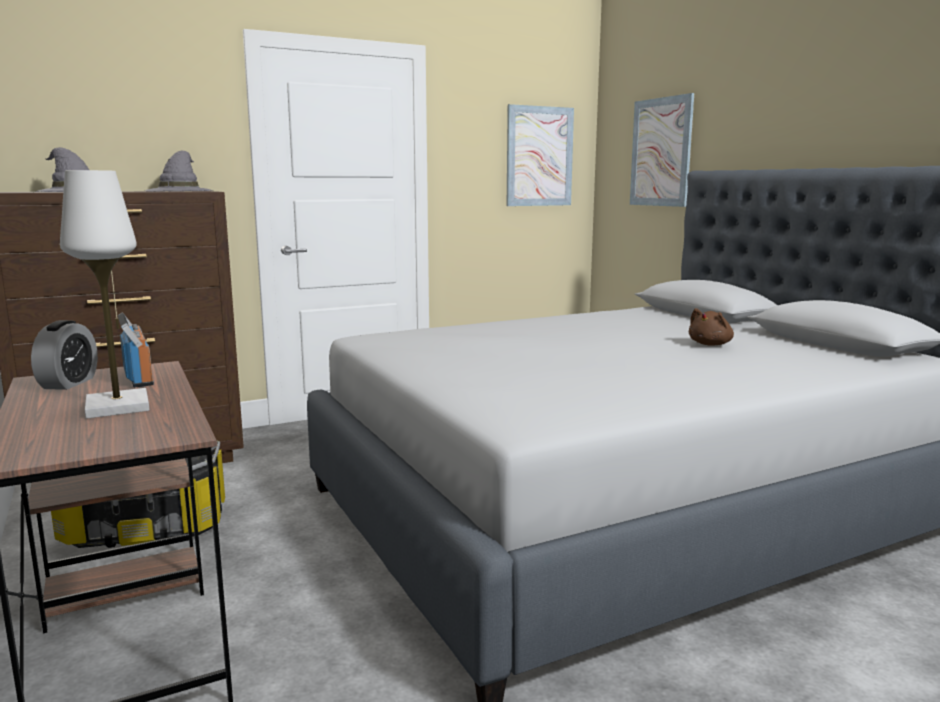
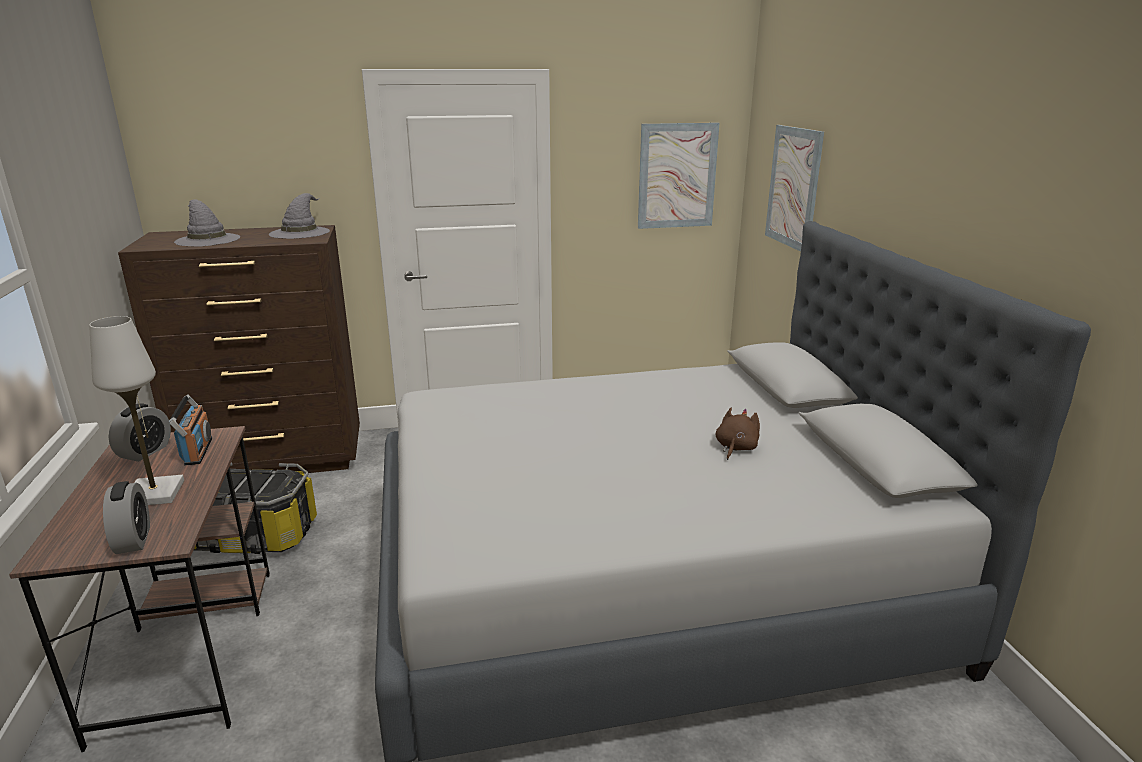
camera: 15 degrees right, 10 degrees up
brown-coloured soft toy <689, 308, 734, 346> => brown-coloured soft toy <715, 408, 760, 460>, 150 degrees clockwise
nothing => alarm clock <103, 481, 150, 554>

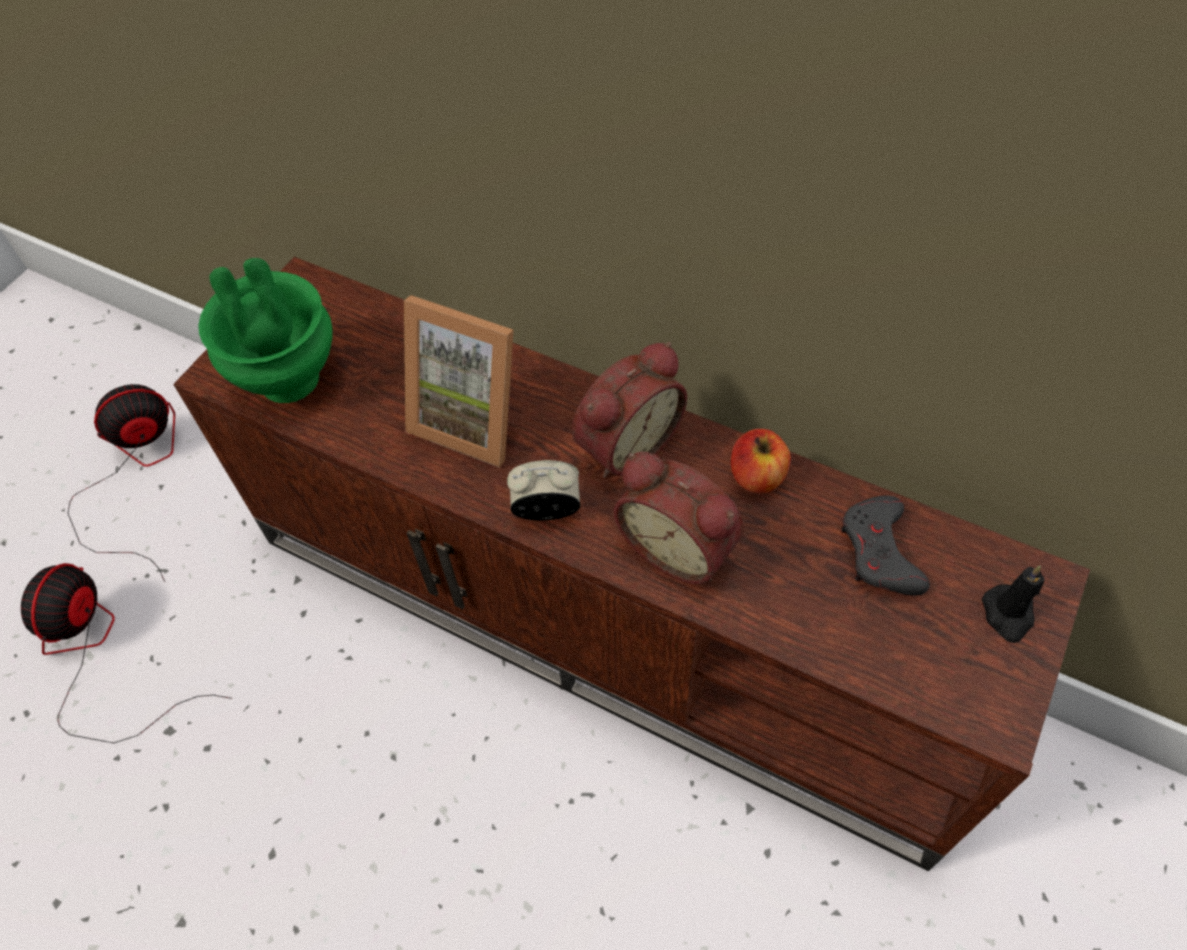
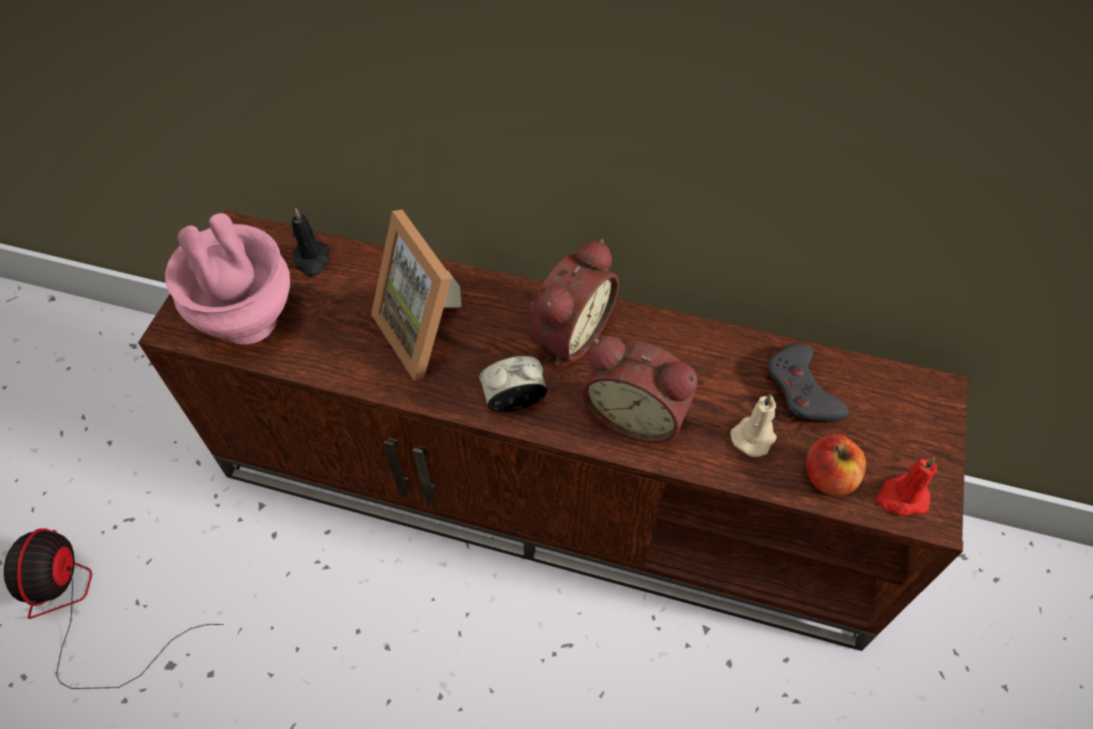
camera: 15 degrees left, 0 degrees up
green-coloured vase <198, 258, 332, 403> => pink-coloured vase <165, 213, 290, 344>
picture frame <404, 295, 514, 467> => picture frame <371, 210, 461, 381>, 45 degrees clockwise
electric fan <68, 384, 175, 582> => nothing
apple <731, 429, 791, 493> => apple <806, 434, 866, 496>, moved
blackish wax candle <982, 565, 1045, 643> => blackish wax candle <291, 208, 330, 277>, moved
nothing => sand-coloured wax candle <731, 394, 777, 457>
nothing => red-coloured wax candle <876, 457, 937, 516>

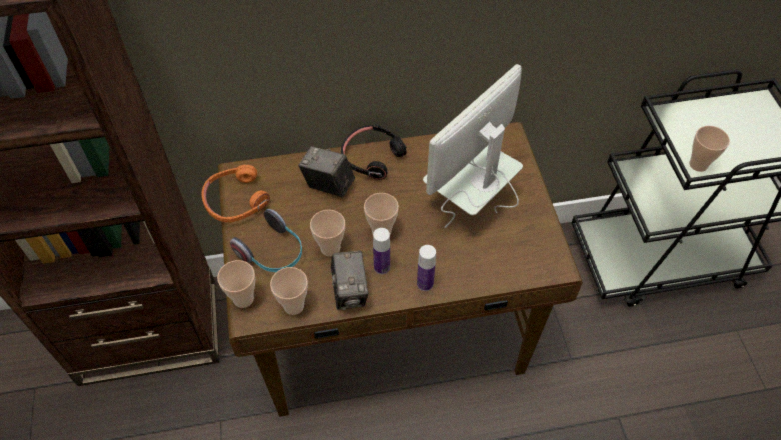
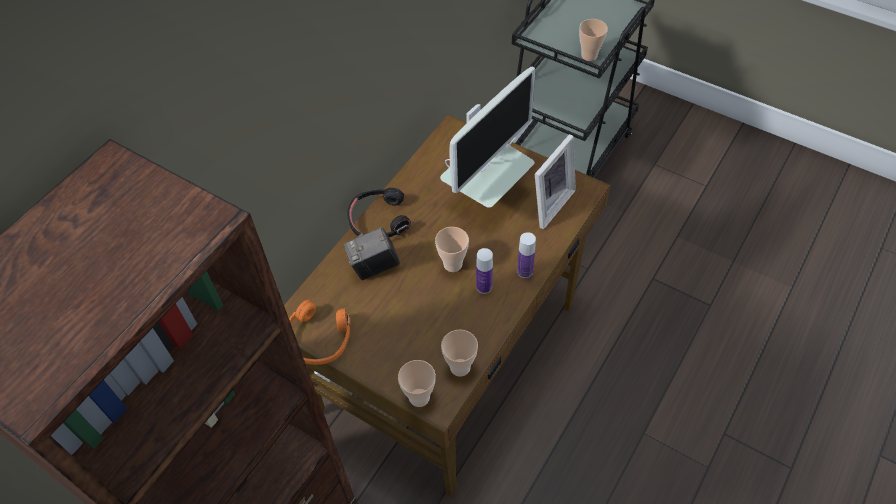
camera: 45 degrees left, 0 degrees up
computer screen <423, 64, 523, 228> => computer screen <440, 67, 536, 208>, 135 degrees counterclockwise
headphones <230, 209, 302, 272> => nothing
drinking cup <310, 210, 345, 257> => nothing
still camera <331, 250, 368, 310> => nothing
nothing => picture frame <535, 134, 576, 229>

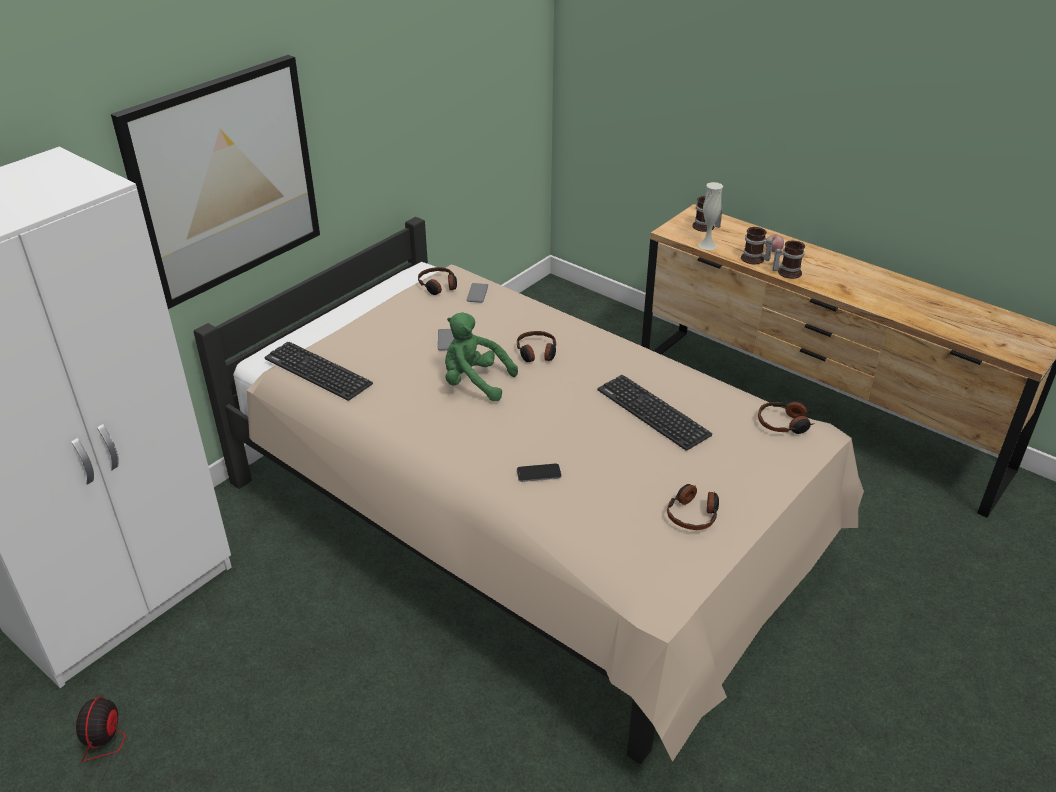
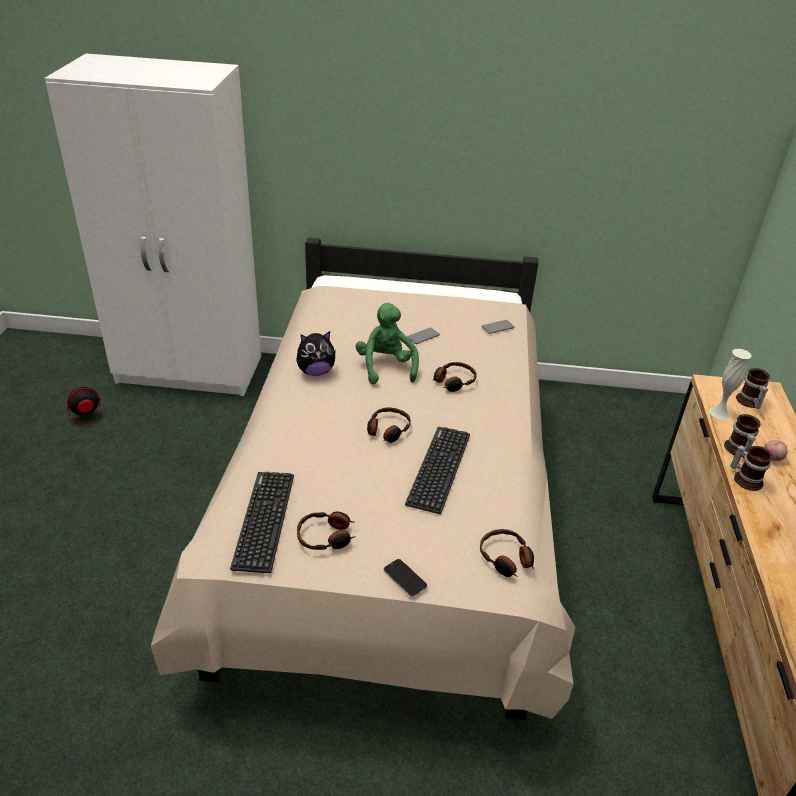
camera: 55 degrees right, 0 degrees up
picture <111, 55, 320, 309> => nothing
headphones <418, 267, 457, 295> => headphones <367, 407, 411, 443>, moved
keyboard <265, 342, 373, 401> => keyboard <230, 472, 294, 573>, moved
telephone <517, 464, 561, 482> => telephone <384, 559, 427, 597>, moved
nothing => soft toy <296, 331, 336, 376>

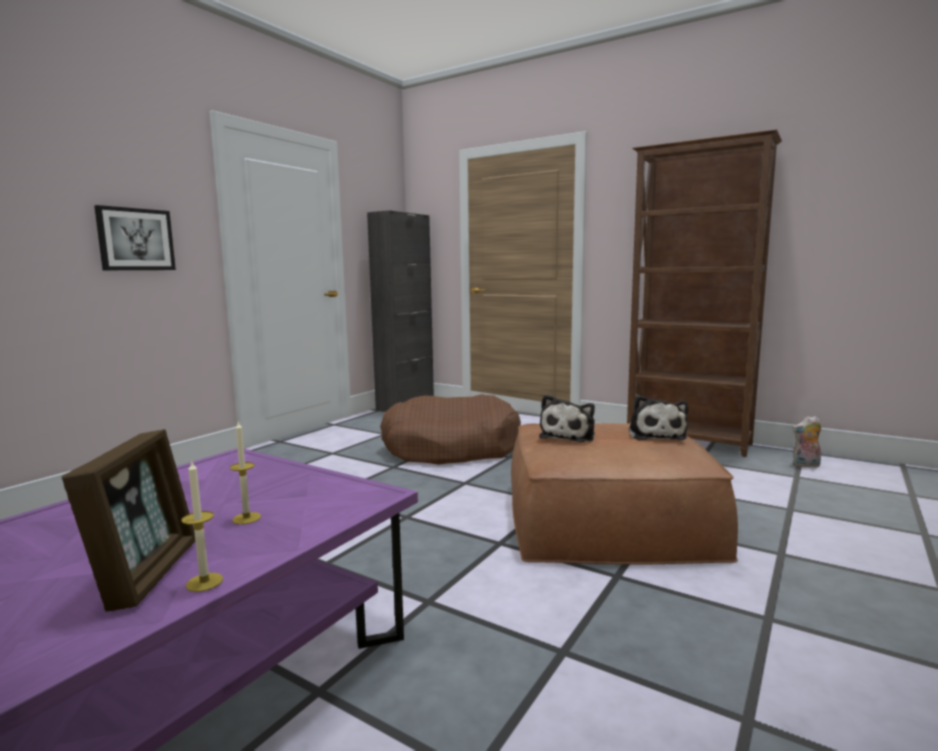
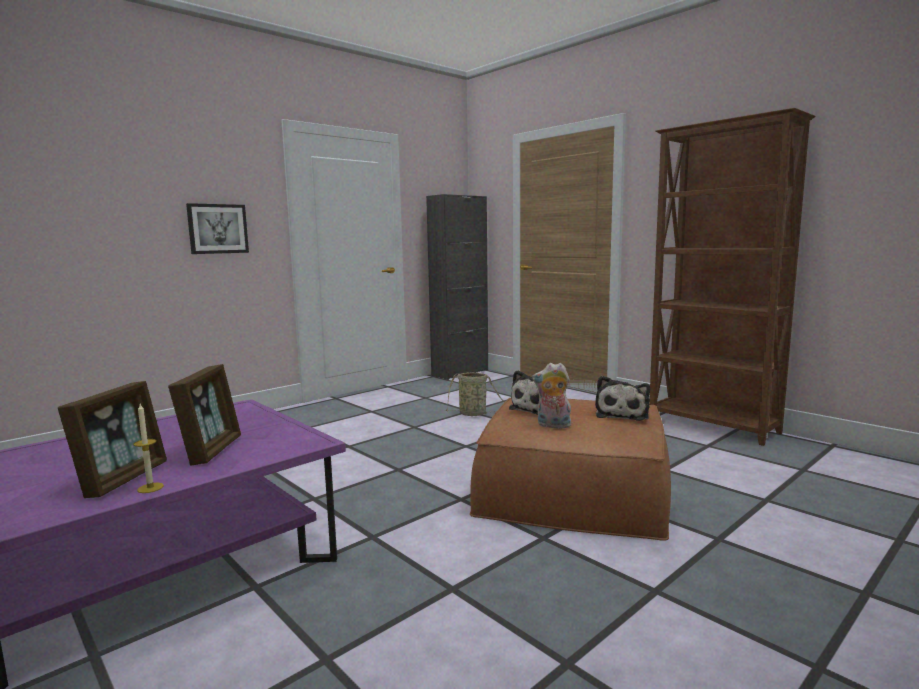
camera: 15 degrees right, 0 degrees up
brown-coloured dog cushion <380, 394, 521, 465> => storage basket <445, 372, 505, 416>
soft toy <793, 416, 821, 467> => soft toy <532, 363, 571, 428>, moved
wax candle <230, 422, 261, 524> => picture frame <168, 364, 241, 466>

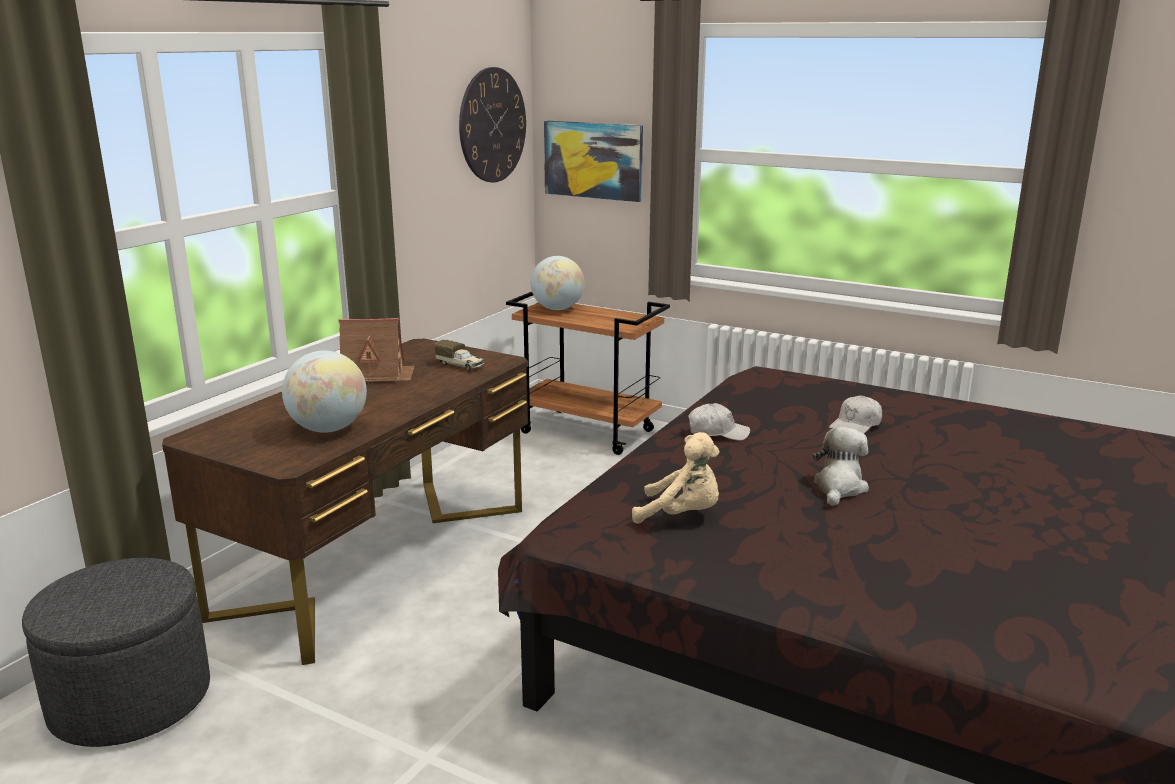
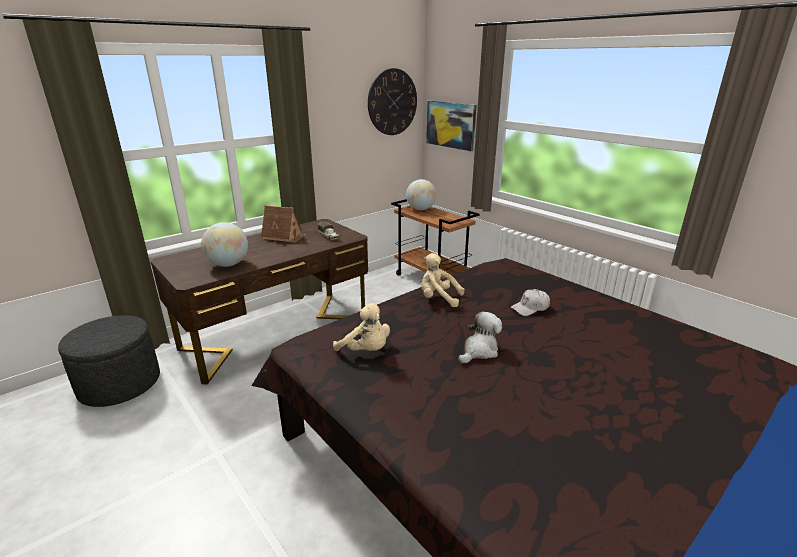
camera: 20 degrees right, 5 degrees up
whitish peaked cap <688, 403, 750, 441> => sand-coloured soft toy <421, 253, 465, 307>

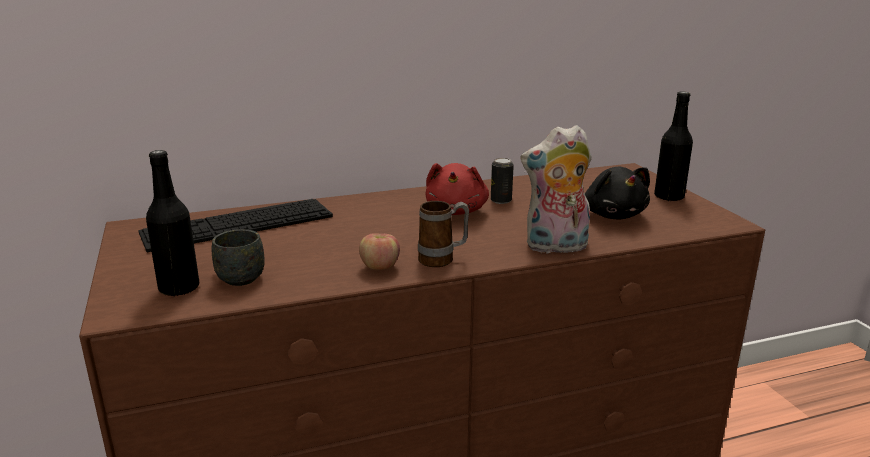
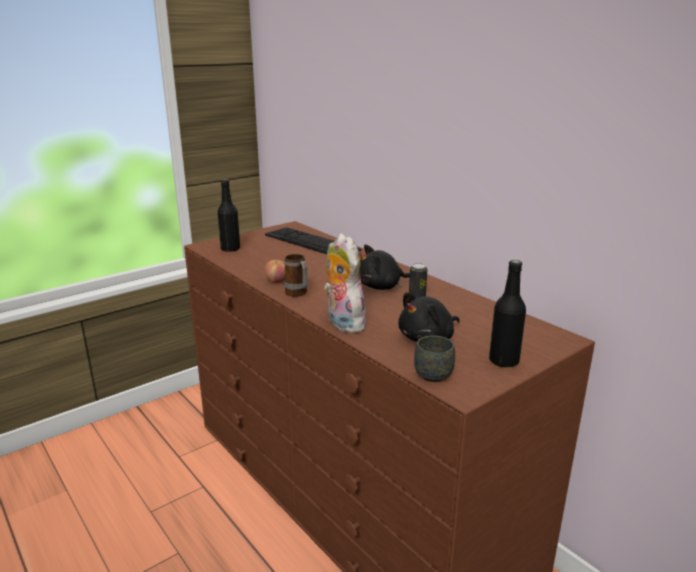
camera: 70 degrees right, 0 degrees up
red-coloured soft toy <426, 163, 489, 215> => blackish soft toy <359, 245, 410, 290>
grey coffee mug <212, 229, 265, 286> => grey coffee mug <414, 335, 455, 382>, moved

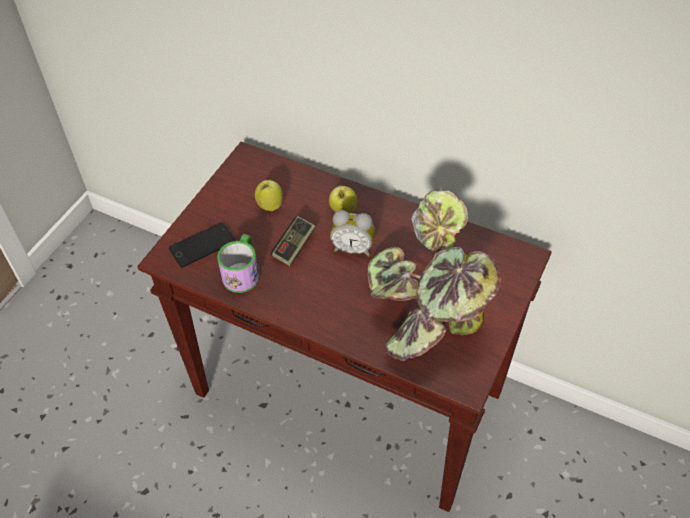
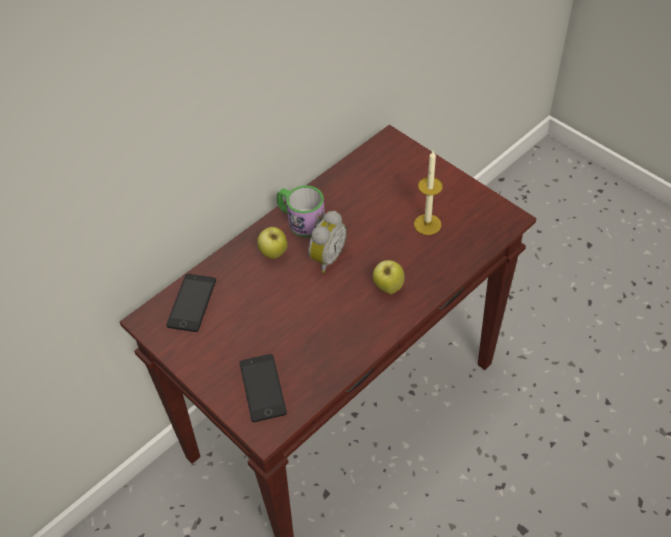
camera: 70 degrees left, 0 degrees up
apple <255, 180, 283, 211> => apple <373, 260, 405, 294>, moved
houseplant <368, 190, 501, 361> => wax candle <414, 151, 443, 235>
gamepad <271, 216, 316, 266> => nothing
coffee mug <217, 234, 259, 293> => coffee mug <277, 185, 325, 237>, moved
nothing => telephone <166, 274, 216, 332>

